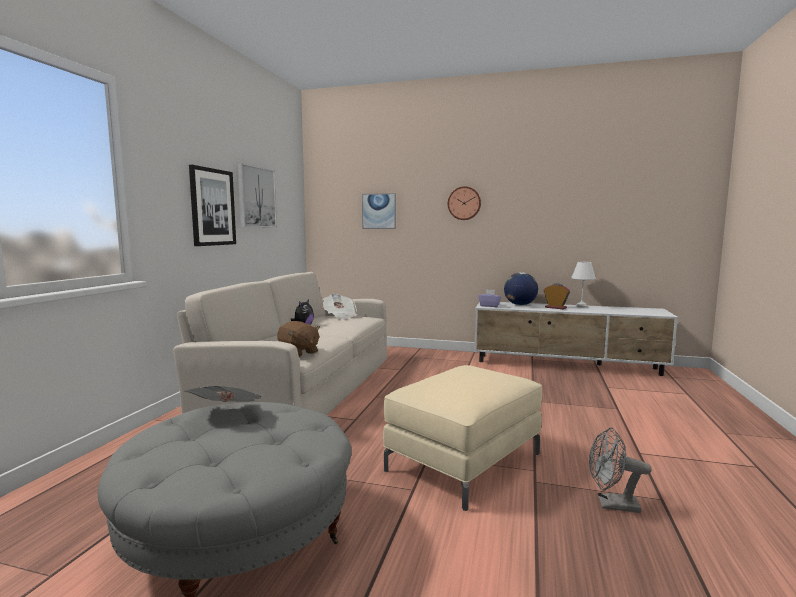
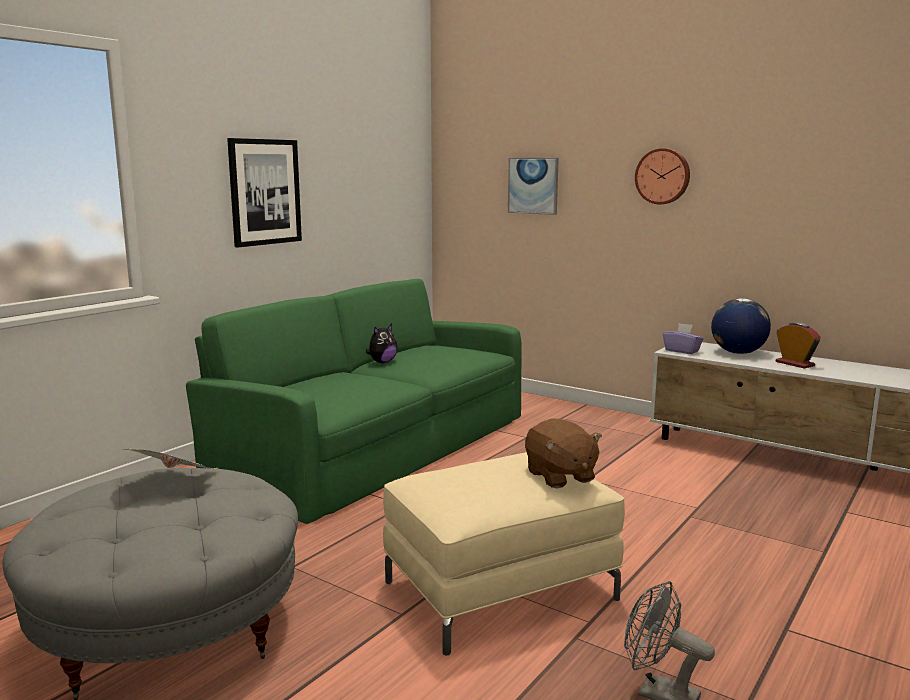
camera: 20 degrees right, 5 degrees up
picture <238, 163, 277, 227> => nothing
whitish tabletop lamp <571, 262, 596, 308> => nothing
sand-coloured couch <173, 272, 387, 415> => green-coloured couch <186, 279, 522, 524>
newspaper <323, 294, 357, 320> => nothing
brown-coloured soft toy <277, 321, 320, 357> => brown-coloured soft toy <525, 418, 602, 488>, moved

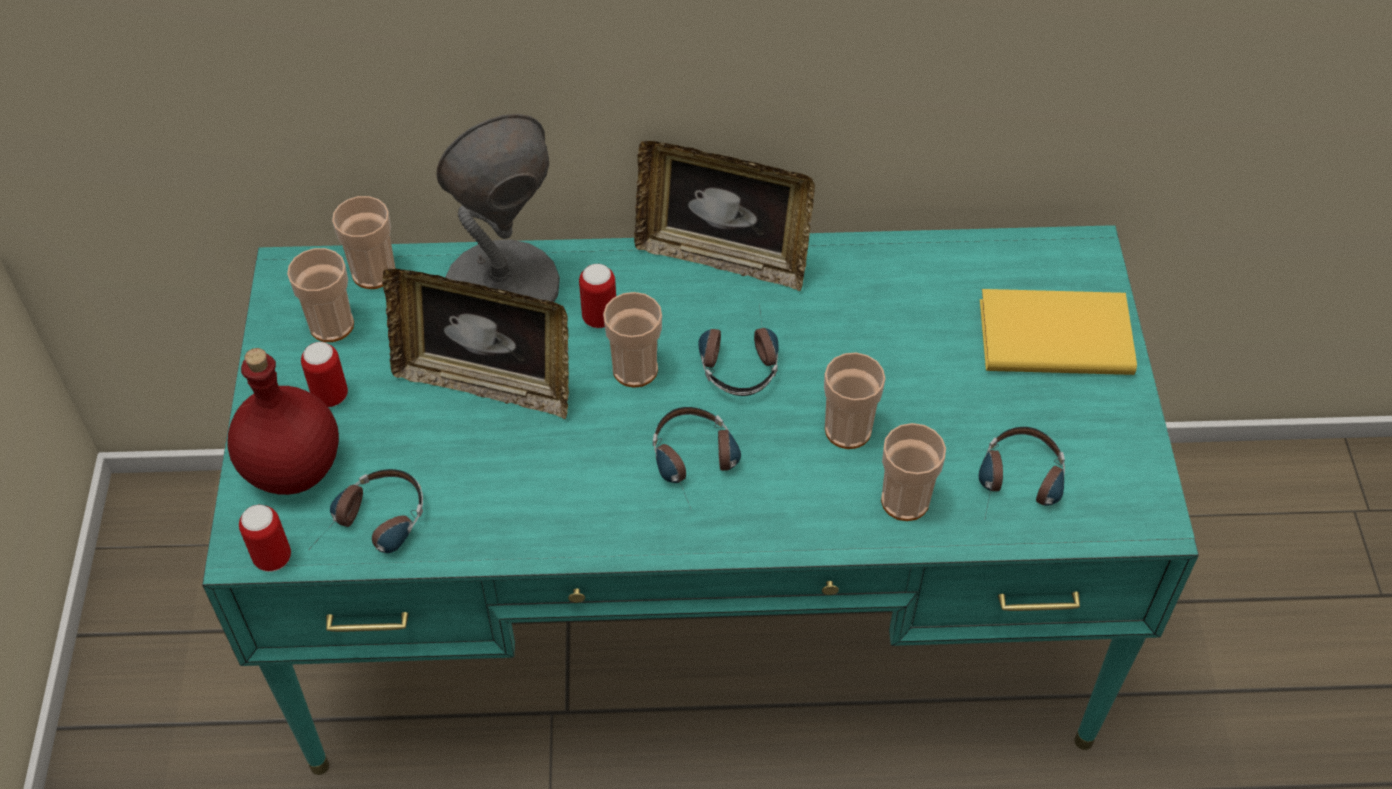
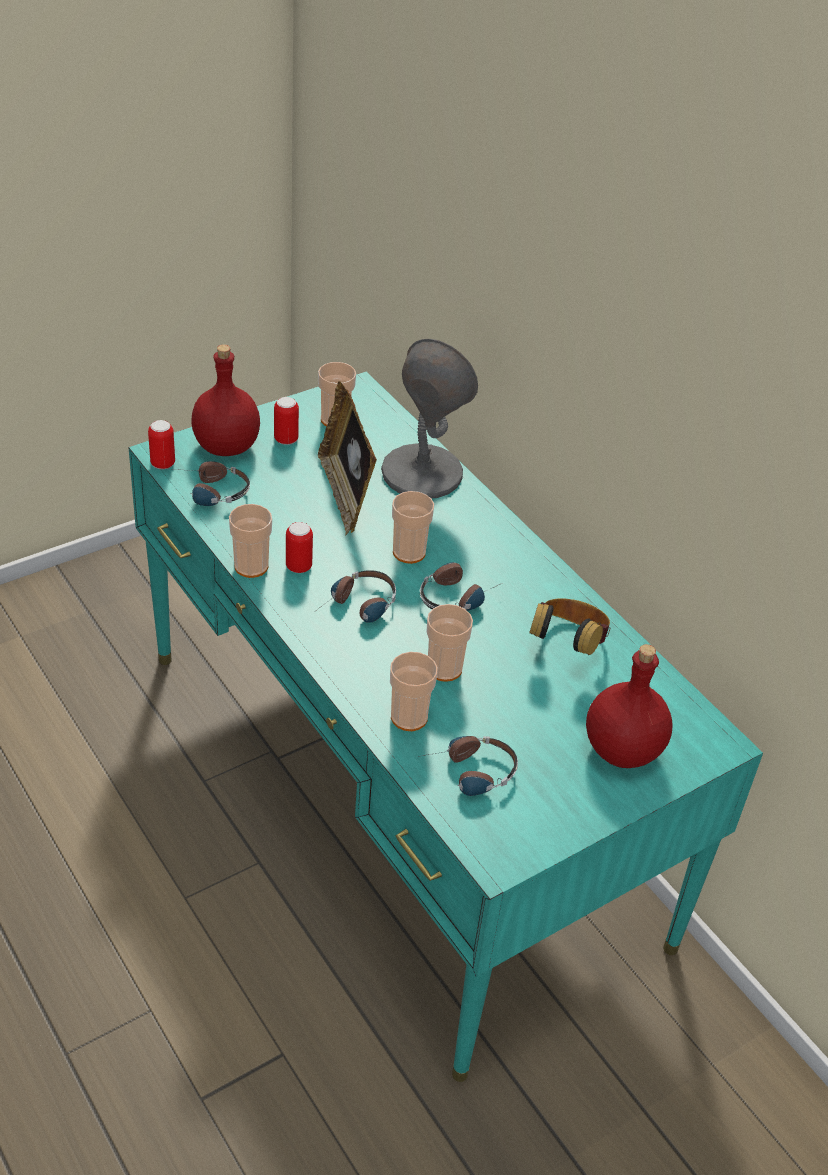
camera: 55 degrees right, 10 degrees down
picture frame <634, 141, 815, 291> => nothing
drinking cup <332, 196, 396, 289> => drinking cup <229, 504, 272, 578>, moved
can <579, 264, 616, 328> => can <286, 522, 313, 573>, moved
yellow volume <980, 289, 1137, 375> => red-coloured drink bottle <586, 644, 673, 768>
nothing => headphones <529, 598, 611, 655>

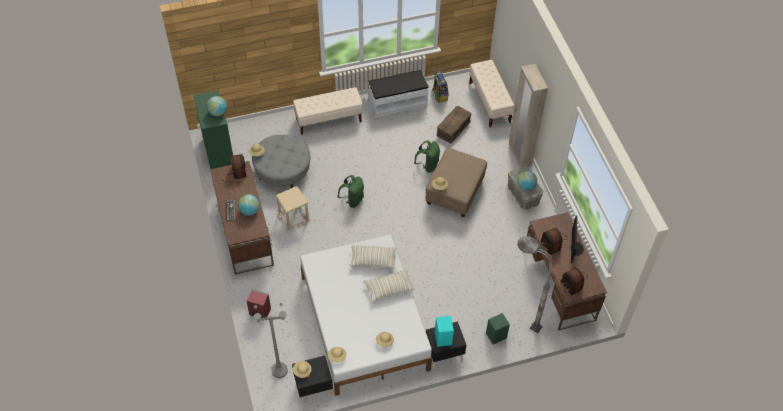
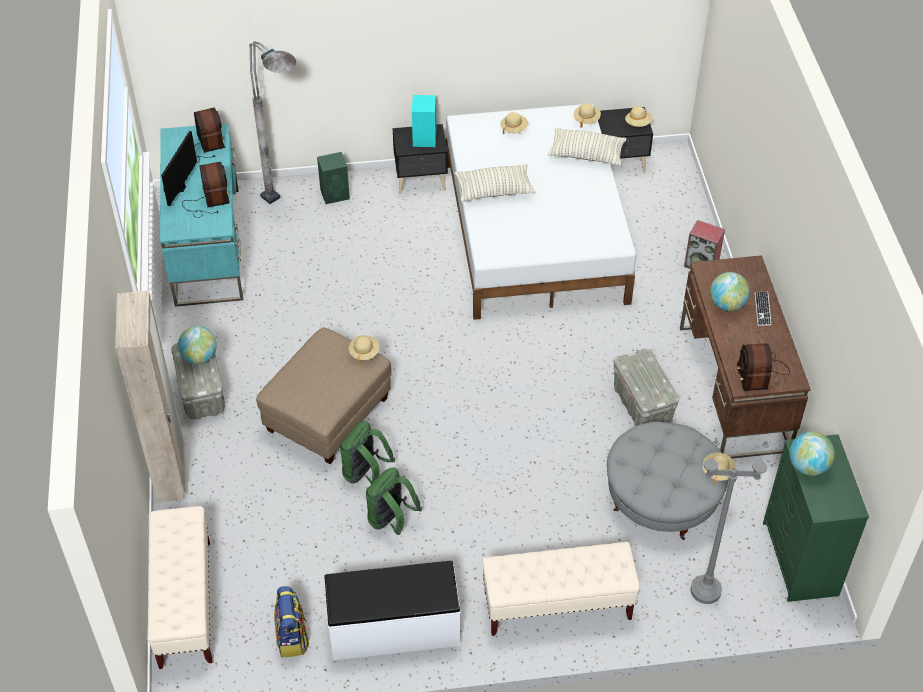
camera: 170 degrees left, 5 degrees down
brown-coloured storage bin <437, 106, 471, 143> => nothing
green-coloured backpack <337, 175, 364, 208> => green-coloured backpack <366, 467, 422, 535>, moved
sand-coloured stool seat <276, 186, 309, 230> => grey storage bin <614, 348, 679, 426>
brown-coloured desk table <527, 212, 607, 331> => blue-green desk table <160, 123, 243, 307>
cushion <350, 245, 397, 269> => cushion <547, 128, 626, 166>, moved
grey standard lamp <254, 303, 288, 378> => grey standard lamp <691, 439, 769, 604>, moved

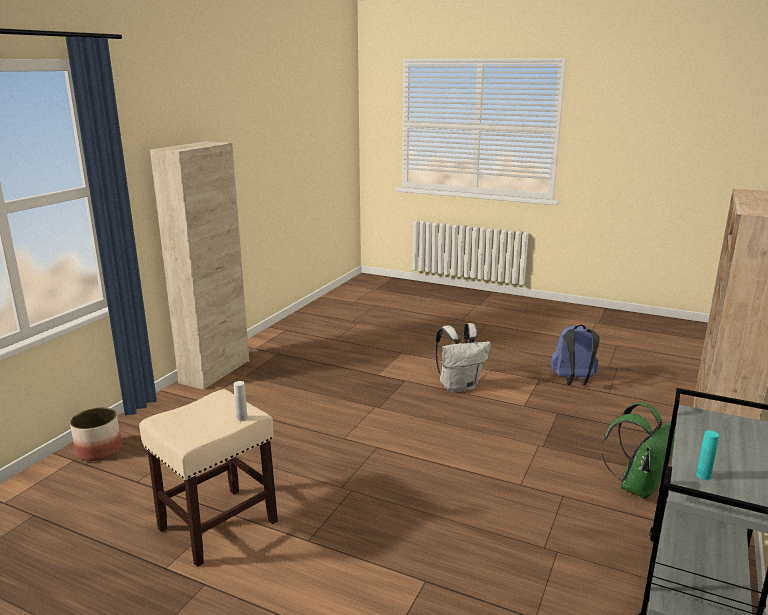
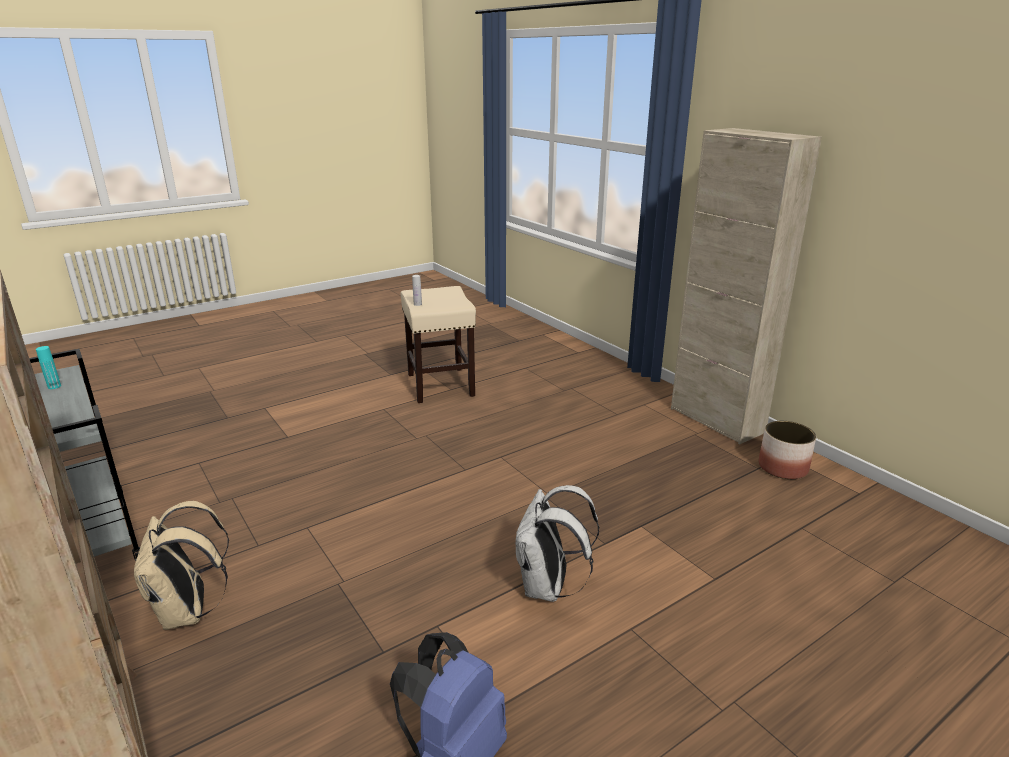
camera: 120 degrees right, 5 degrees up
green-coloured backpack <601, 402, 676, 499> => sand-coloured backpack <134, 501, 229, 630>
plant pot <70, 407, 122, 461> => plant pot <758, 421, 816, 479>, moved

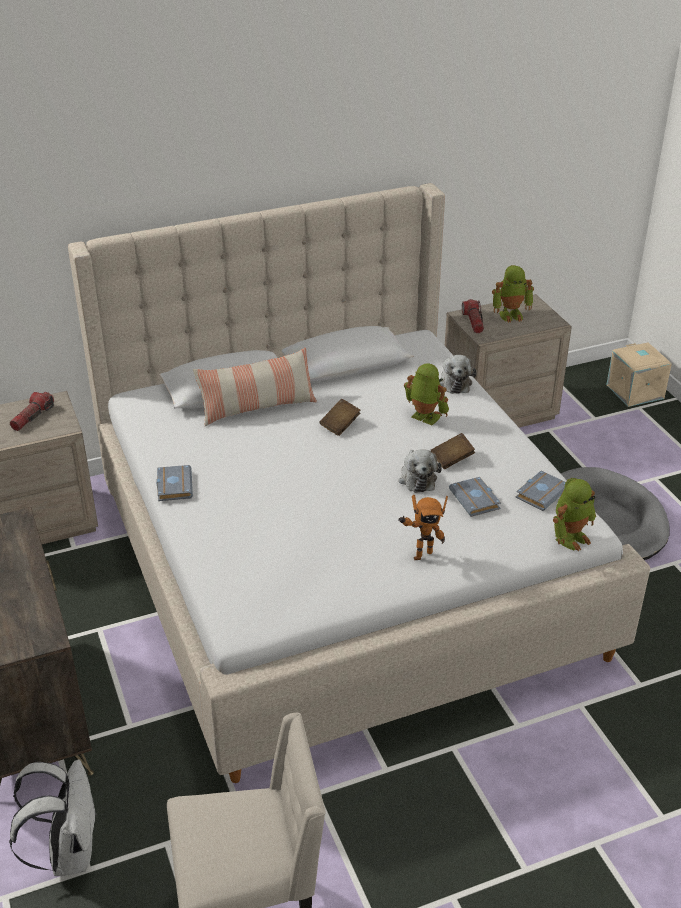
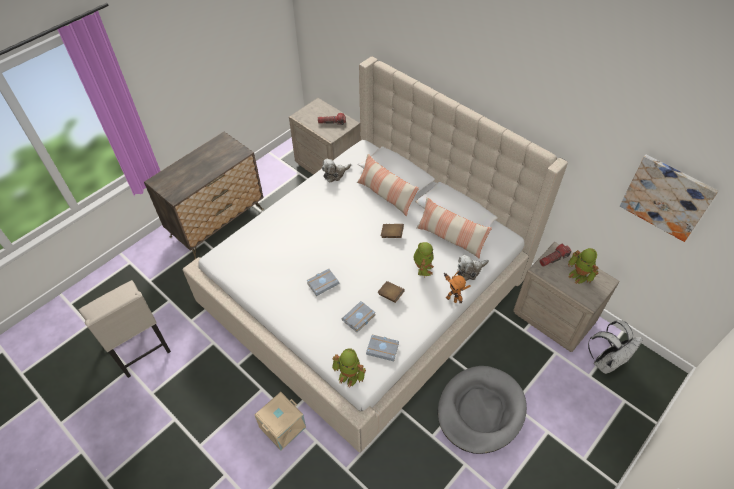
camera: 65 degrees right, 15 degrees up
sand-coloured storage bin <606, 342, 672, 407> => sand-coloured storage bin <254, 392, 306, 451>, moved
soft toy <399, 449, 442, 493> => soft toy <322, 159, 351, 182>, moved
grey volume <156, 465, 193, 501> => grey volume <306, 269, 340, 296>, moved
toy robot <399, 495, 448, 560> => toy robot <444, 271, 471, 304>, moved
whitish backpack <9, 759, 97, 876> => whitish backpack <588, 320, 643, 374>, moved
nothing => picture <620, 154, 719, 242>
nothing => cushion <416, 197, 492, 259>

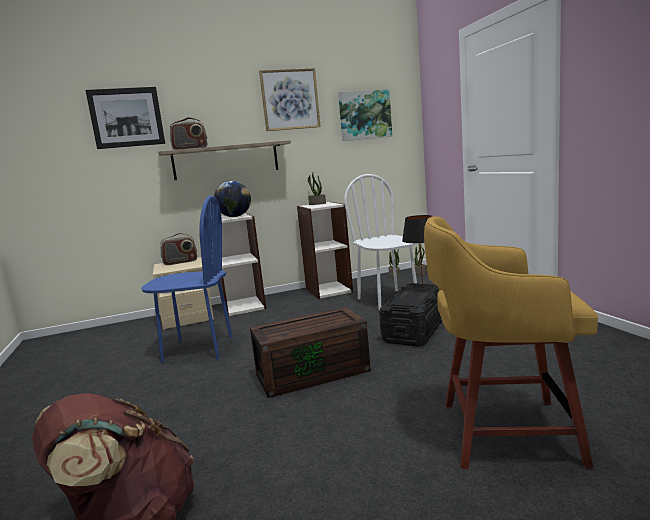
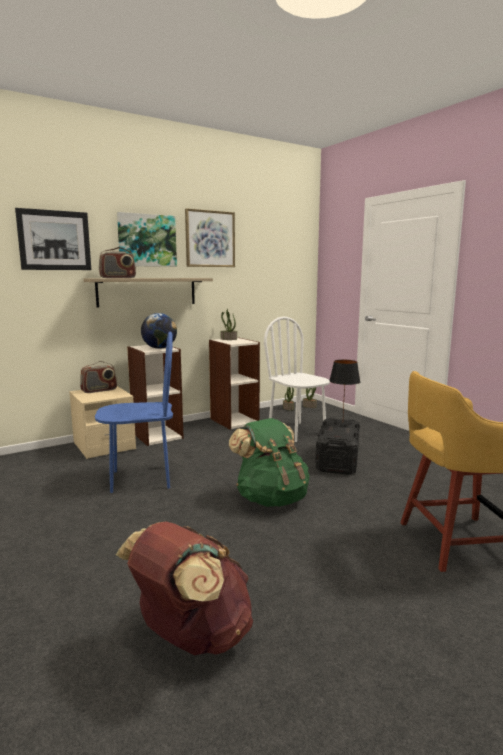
camera: 15 degrees left, 0 degrees up
picture <338, 89, 392, 141> => picture <117, 212, 177, 267>, moved
brown-coloured storage bin <250, 307, 371, 398> => green-coloured backpack <229, 418, 310, 507>

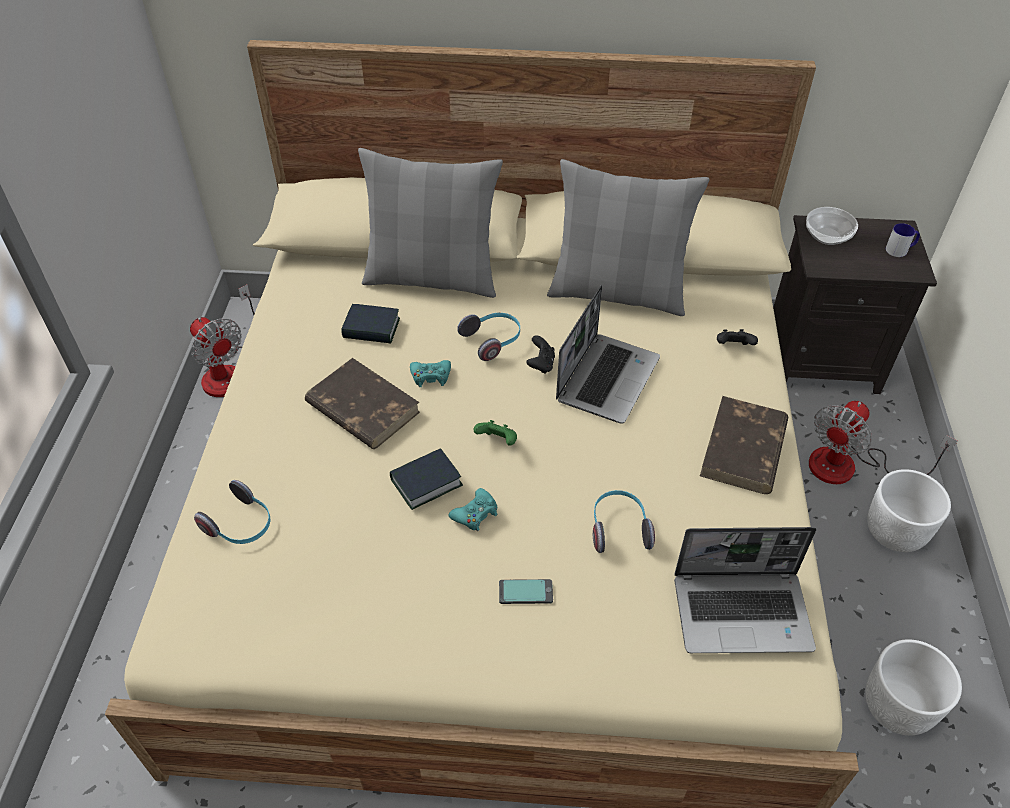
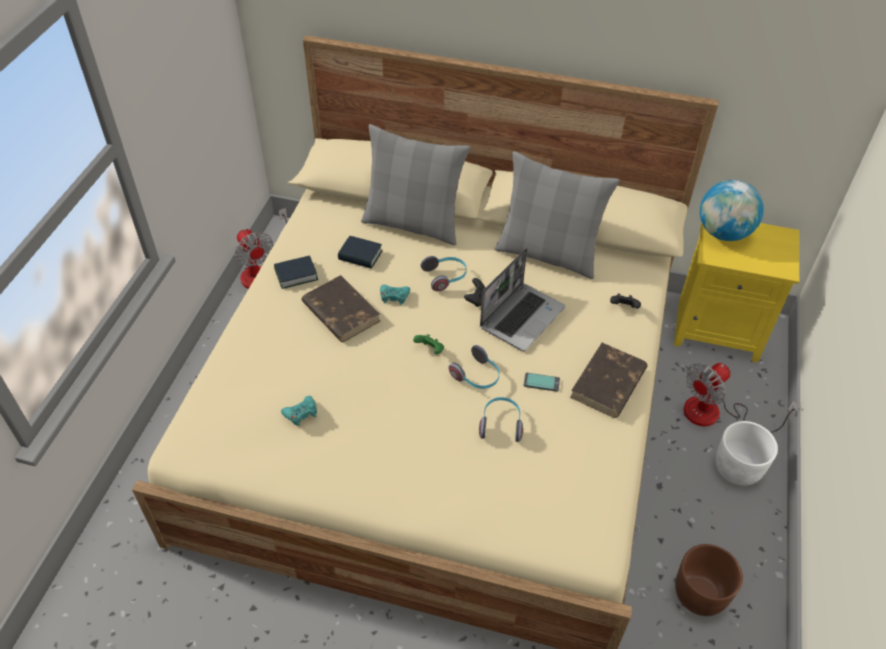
camera: 10 degrees right, 0 degrees up
bowl <806, 207, 858, 245> => world globe <700, 180, 764, 241>
blackish night table <773, 215, 937, 394> => yellow night table <674, 222, 799, 363>
coffee mug <886, 223, 920, 257> => nothing
volume <390, 448, 463, 510> => volume <274, 255, 318, 289>, moved
headphones <194, 480, 270, 544> => headphones <449, 345, 500, 389>, moved
blue-green gamepad <449, 488, 497, 531> => blue-green gamepad <281, 395, 317, 426>, moved
laptop <674, 527, 816, 653> => nothing
telephone <499, 579, 553, 604> => telephone <524, 373, 560, 392>, moved
whitish plant pot <865, 639, 962, 735> => brown-coloured plant pot <675, 544, 743, 616>

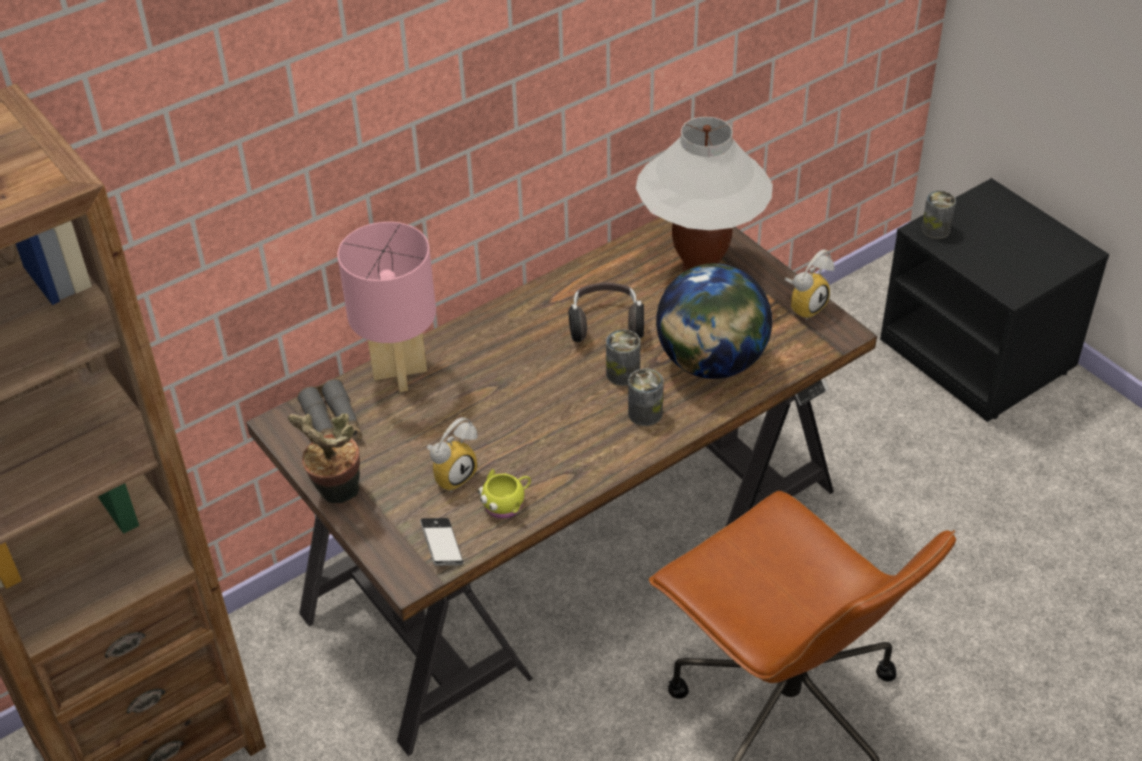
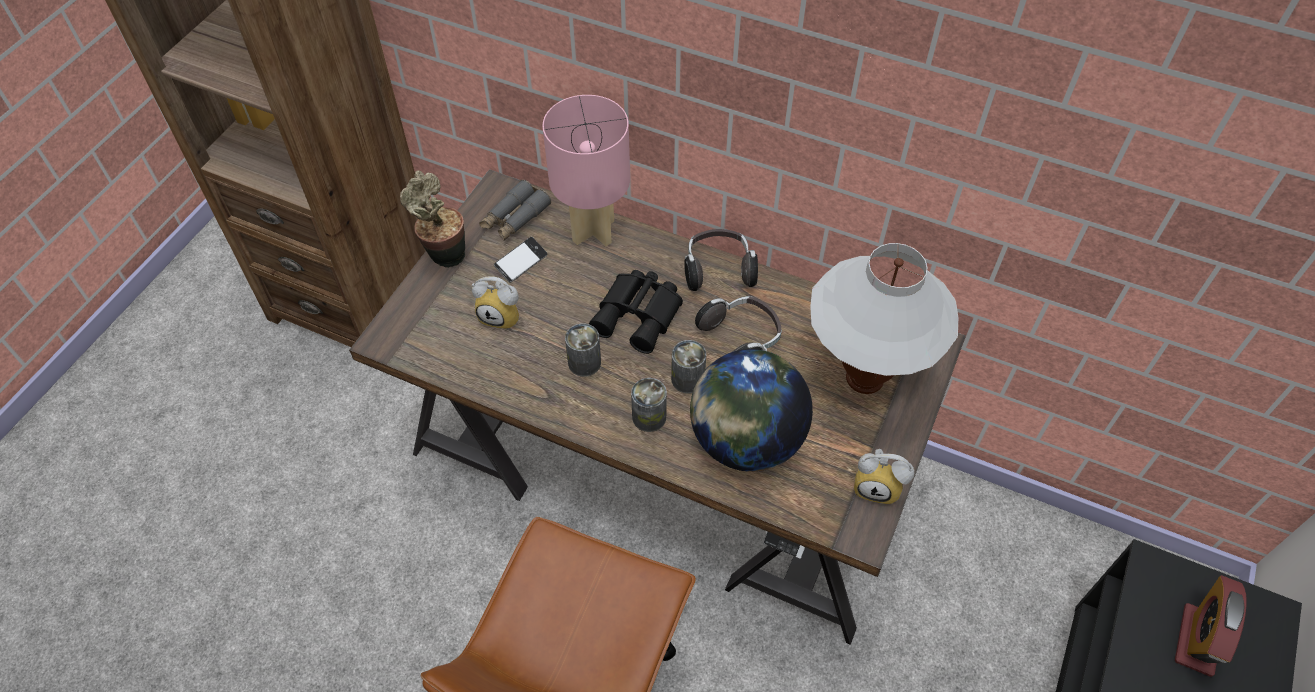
camera: 60 degrees right, 10 degrees up
can <921, 191, 956, 239> => can <565, 323, 601, 377>, moved
yellow coffee mug <478, 469, 531, 519> => nothing
telephone <420, 518, 464, 566> => telephone <494, 237, 547, 282>, moved
nothing => headphones <684, 229, 758, 291>
nothing => blackish field glasses <589, 270, 683, 354>
nothing => alarm clock <1175, 575, 1247, 677>

